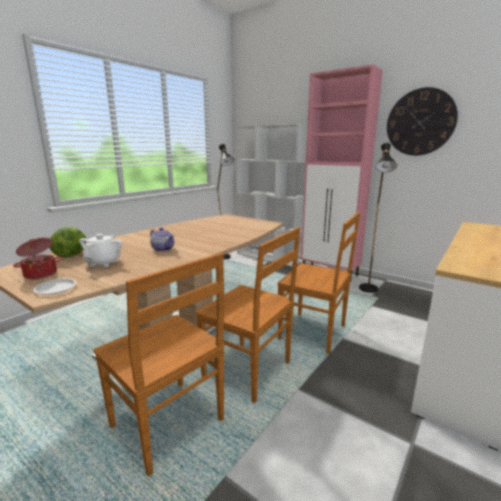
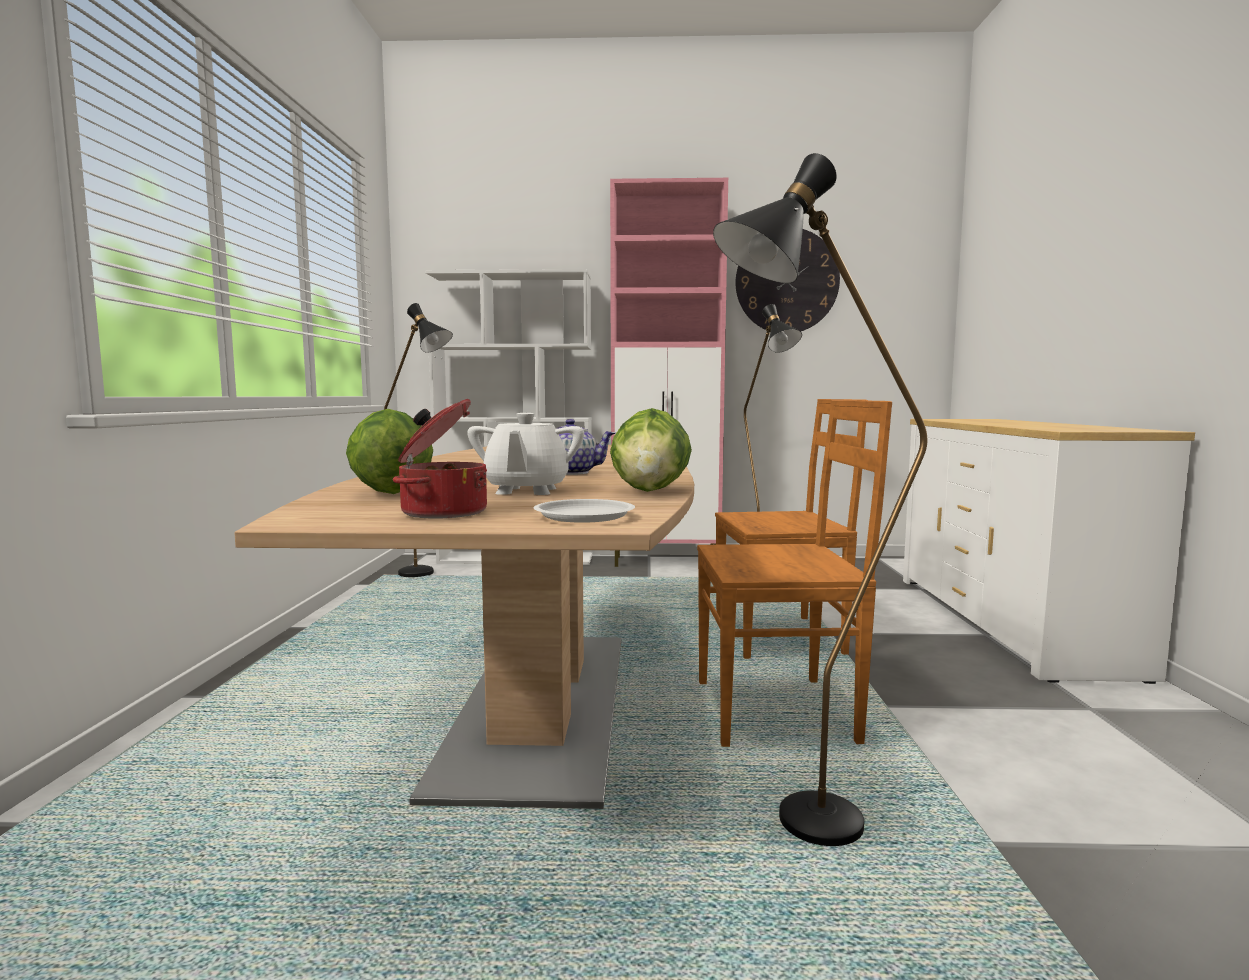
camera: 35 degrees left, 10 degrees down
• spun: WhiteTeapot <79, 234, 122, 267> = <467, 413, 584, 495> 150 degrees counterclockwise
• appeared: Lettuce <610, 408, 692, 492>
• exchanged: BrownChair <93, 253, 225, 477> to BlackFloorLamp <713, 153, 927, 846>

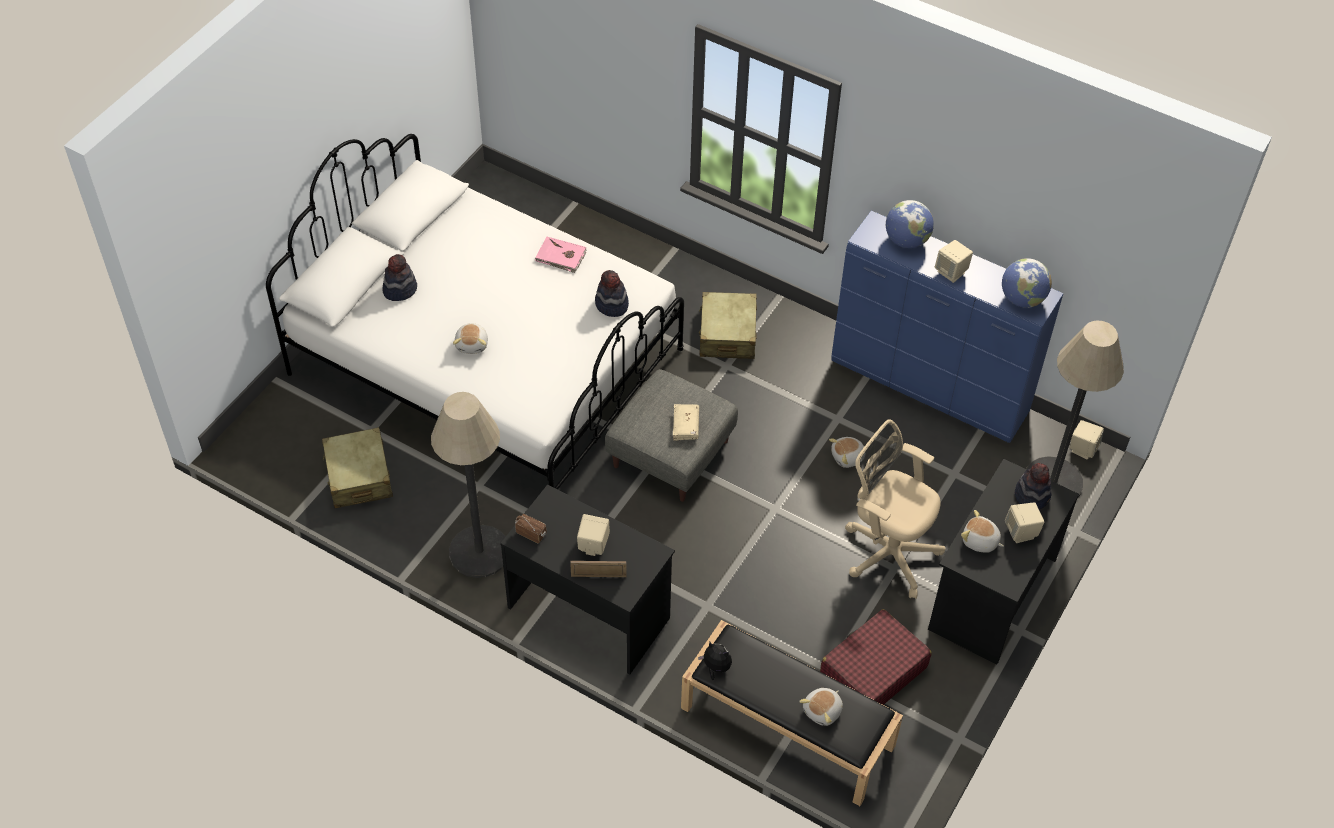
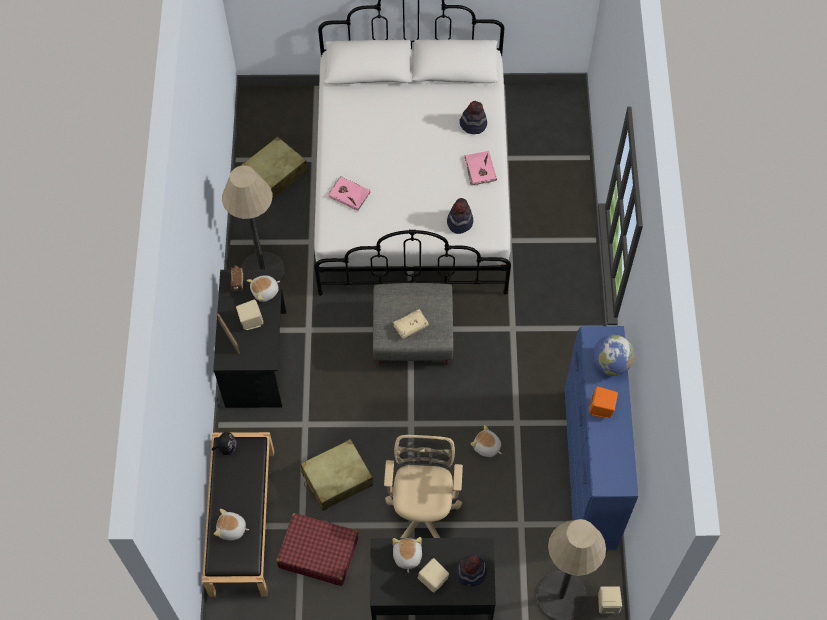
camera: 60 degrees right, 10 degrees up
• relocated: PlushToy <453, 323, 488, 354> to <247, 275, 280, 302>
• relocated: BeigeSuitcase <699, 292, 757, 359> to <300, 439, 373, 511>
• appeared: PinkBook <328, 176, 371, 211>
• relocated: Hat <382, 254, 417, 301> to <459, 101, 487, 134>
• colour: BeigeSpeaker <935, 240, 973, 283> to OrangeSpeaker <589, 386, 618, 418>
• missing: Globe <1002, 258, 1052, 308>

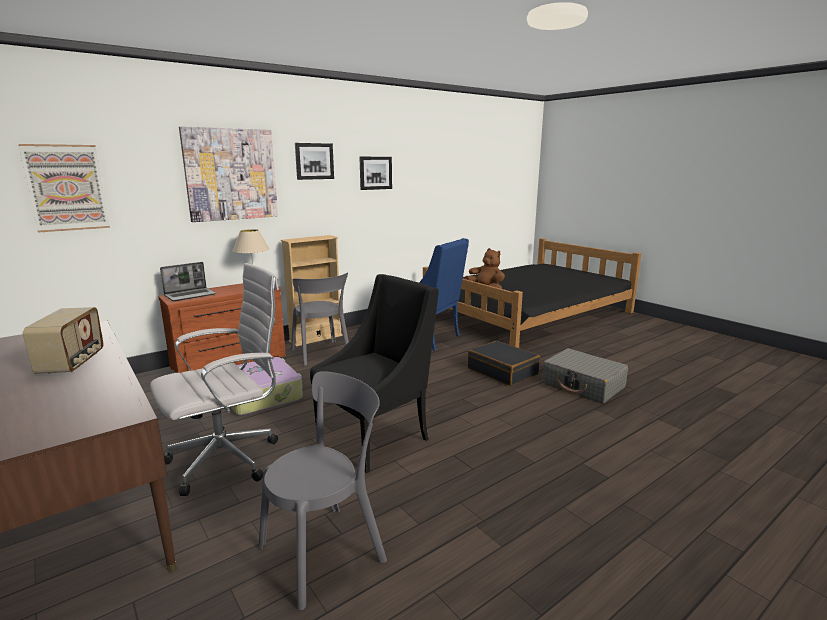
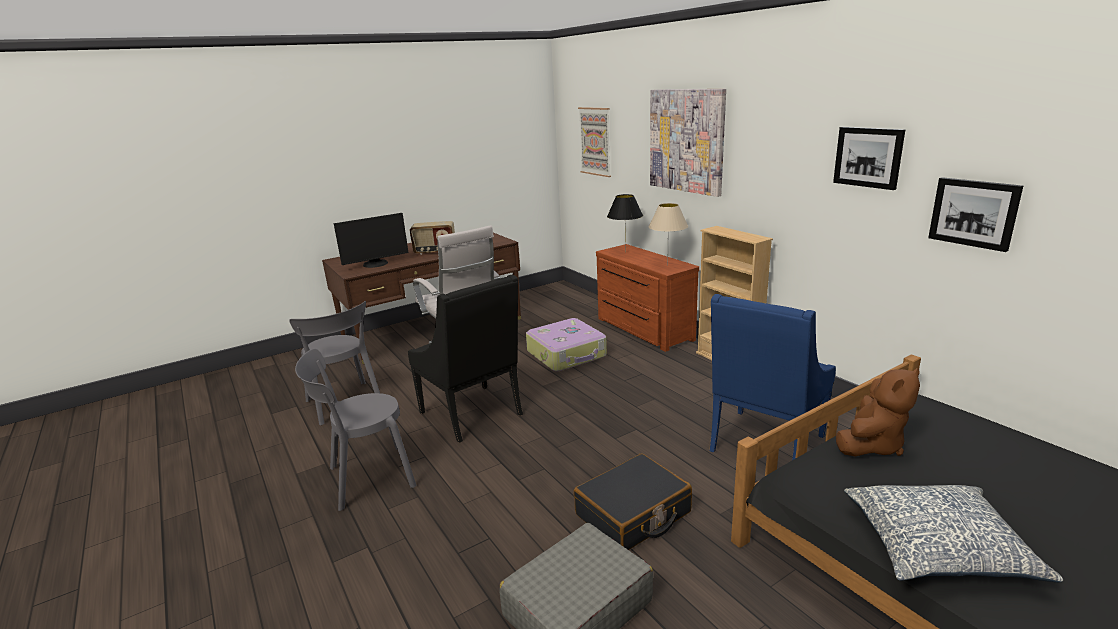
camera: 95 degrees right, 5 degrees up
• relocated: GreyChair <291, 272, 349, 366> to <295, 349, 416, 511>
• appeared: Monitor <334, 213, 409, 268>
• exchanged: Laptop <160, 262, 216, 301> to BlackTableLamp <607, 194, 643, 252>
• appeared: Pillow <844, 485, 1063, 583>
• relocated: Picture <295, 143, 334, 180> to <928, 177, 1023, 252>

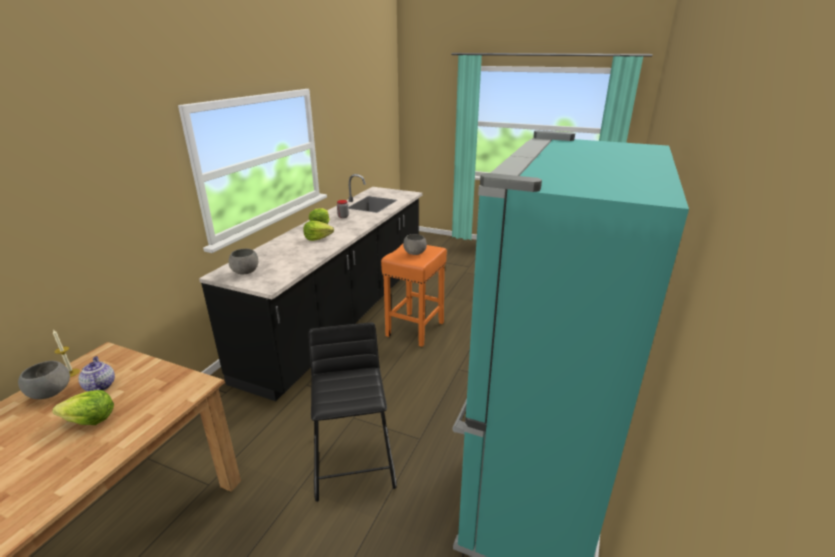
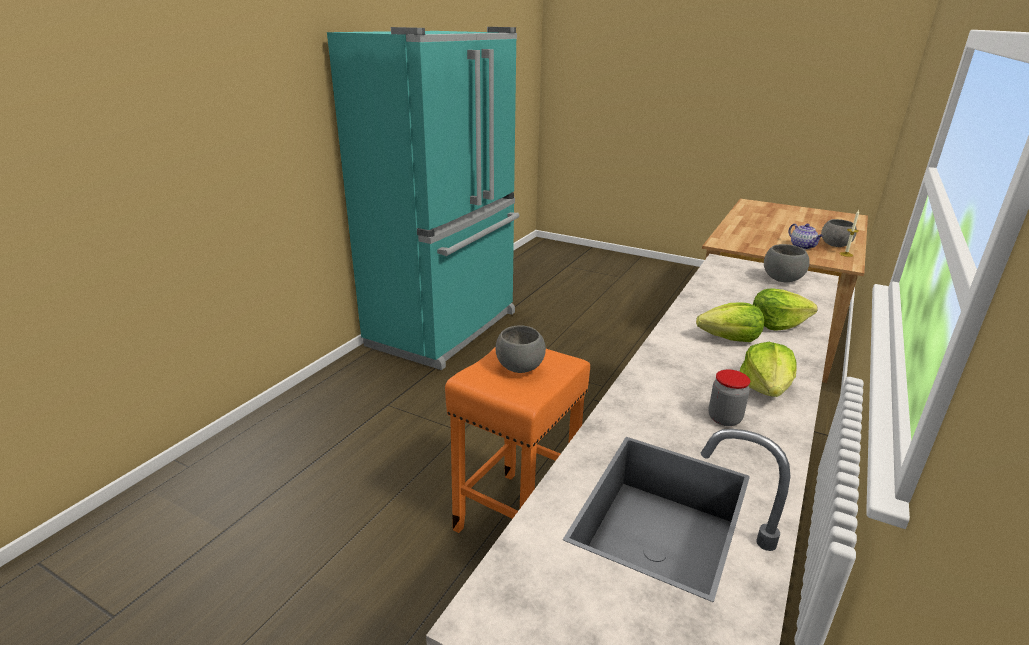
camera: 175 degrees left, 0 degrees up
• relocated: Lettuce <52, 390, 114, 425> to <753, 288, 818, 331>
• missing: BlackStool <309, 322, 397, 502>

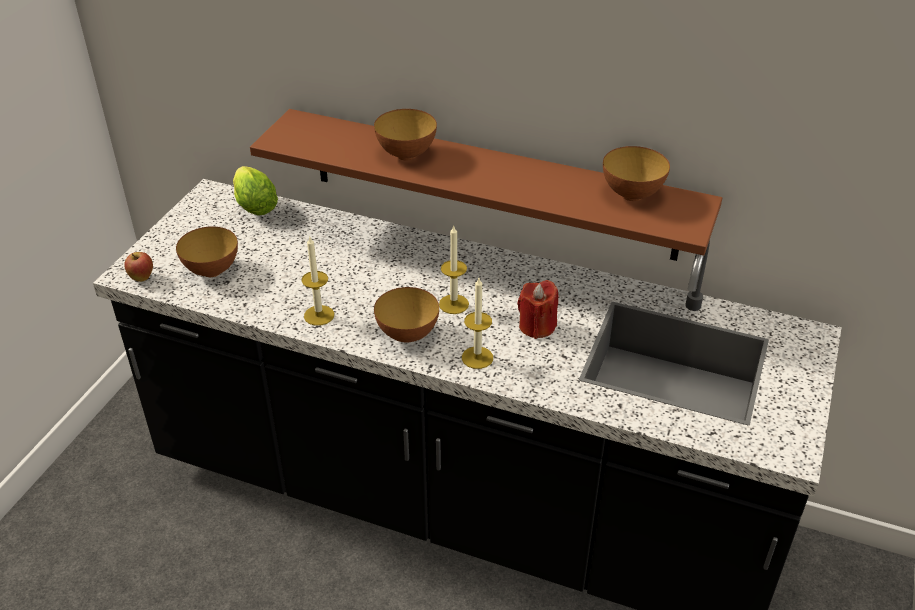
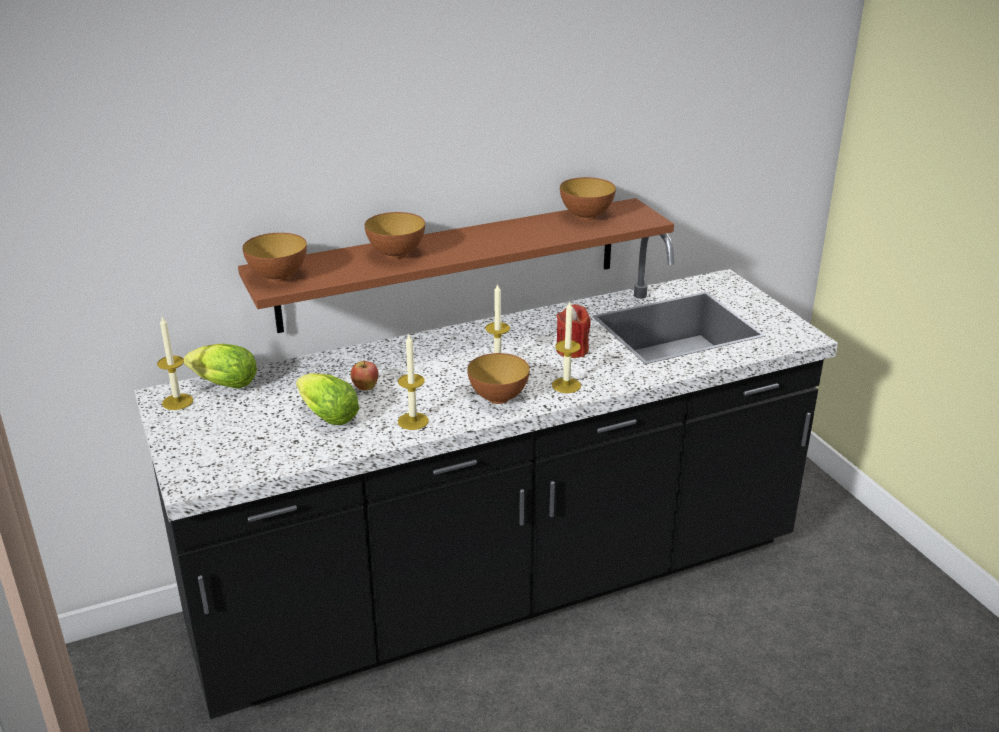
camera: 45 degrees left, 10 degrees down
• appeared: Candle <157, 316, 193, 410>
• relocated: Bowl <176, 226, 238, 277> to <243, 233, 307, 282>
• appeared: Lettuce <296, 373, 359, 425>
• relocated: Apple <124, 252, 153, 282> to <351, 361, 379, 391>

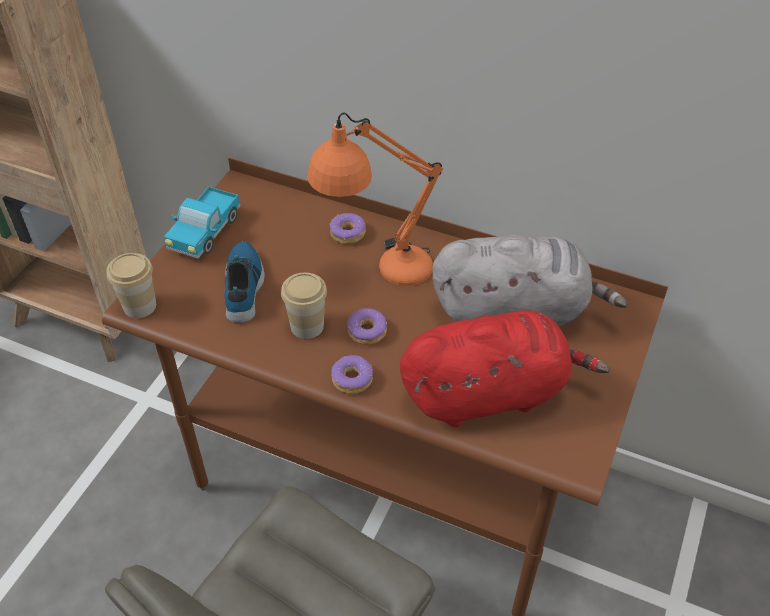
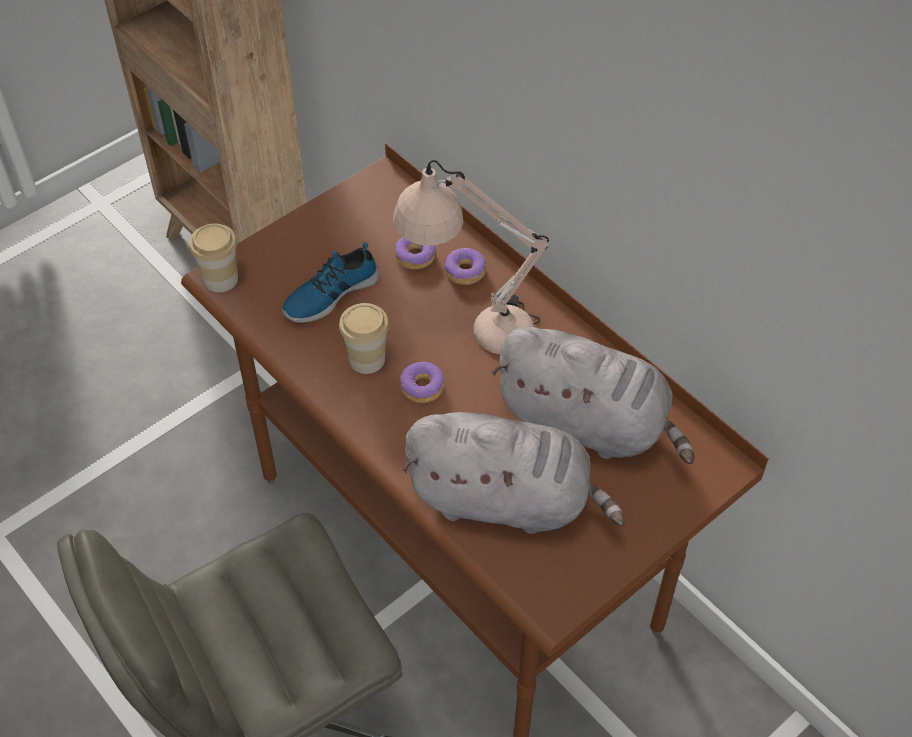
camera: 25 degrees right, 5 degrees up
• spun: Shoe <224, 241, 265, 323> = <282, 242, 379, 323> 150 degrees counterclockwise
• colour: OrangeTableLamp <307, 113, 443, 286> to BeigeTableLamp <393, 160, 549, 354>
• relocated: Donut <331, 355, 373, 394> to <395, 237, 436, 269>
• colour: RedPlushToy <400, 310, 610, 427> to GreyPlushToy <402, 412, 626, 534>
• missing: ToyTruck <164, 186, 241, 259>

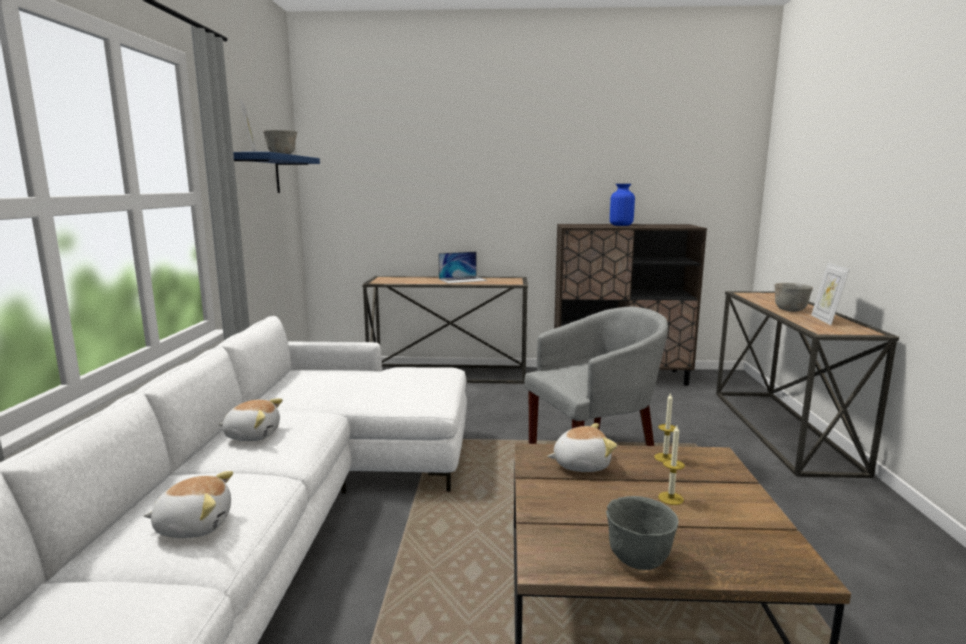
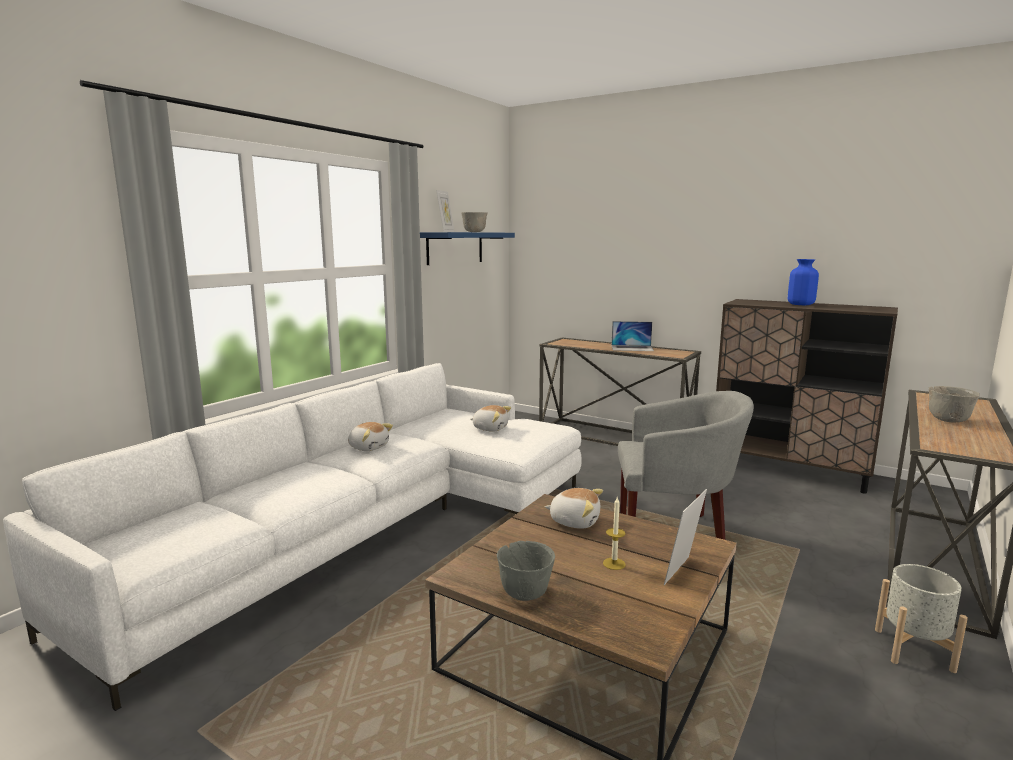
camera: 30 degrees right, 0 degrees up
• relocated: PlushToy <144, 471, 233, 538> to <470, 405, 511, 432>
• relocated: PictureFrame <811, 263, 850, 325> to <664, 489, 707, 585>
• appeared: GreyPlanter <875, 564, 968, 673>
• missing: Candle <654, 392, 676, 462>

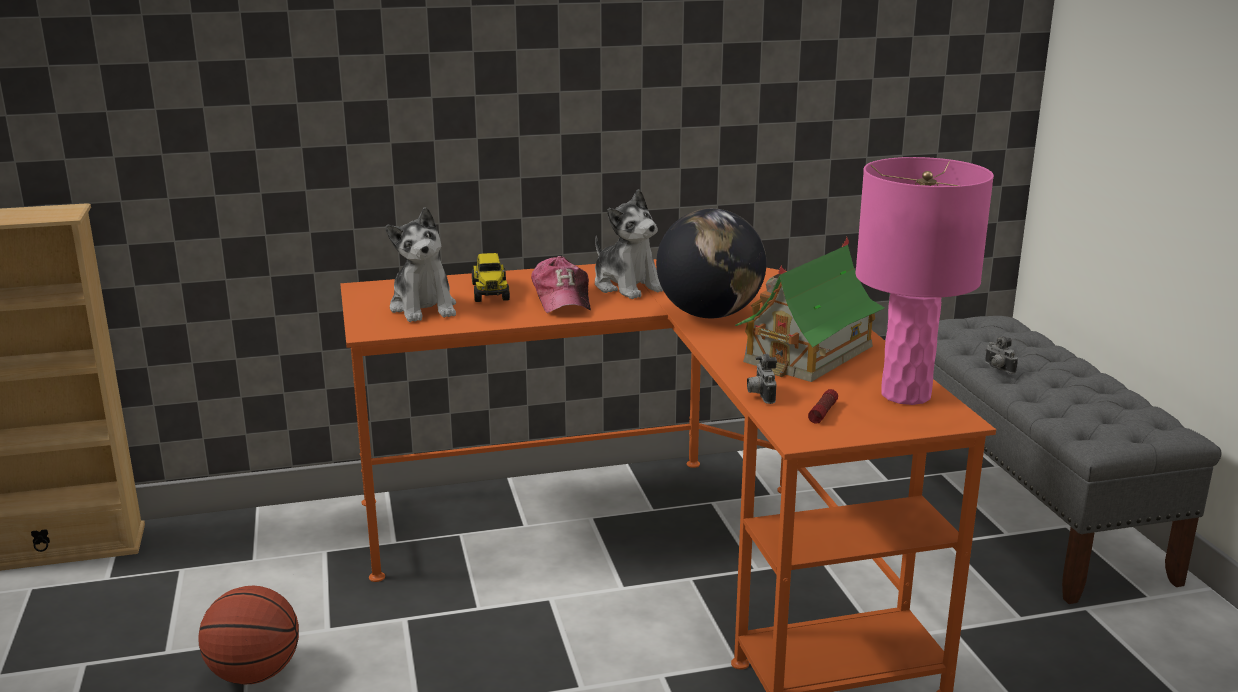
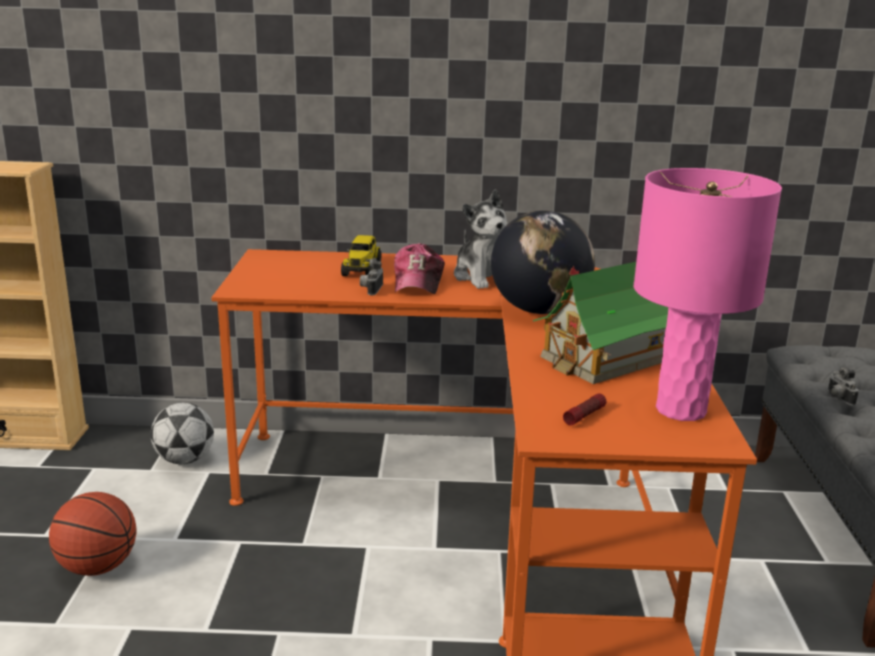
camera: 15 degrees right, 0 degrees up
• appeared: Football <150, 403, 214, 464>
• relocated: PhotoCamera <747, 354, 777, 404> to <360, 258, 383, 296>
• missing: PlushToy <386, 207, 456, 322>

